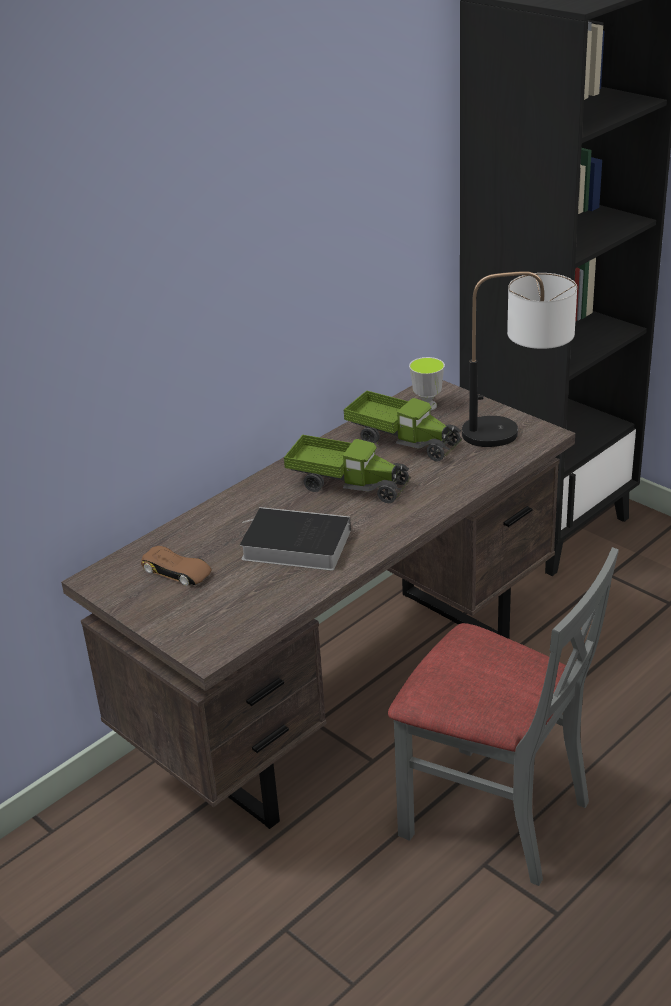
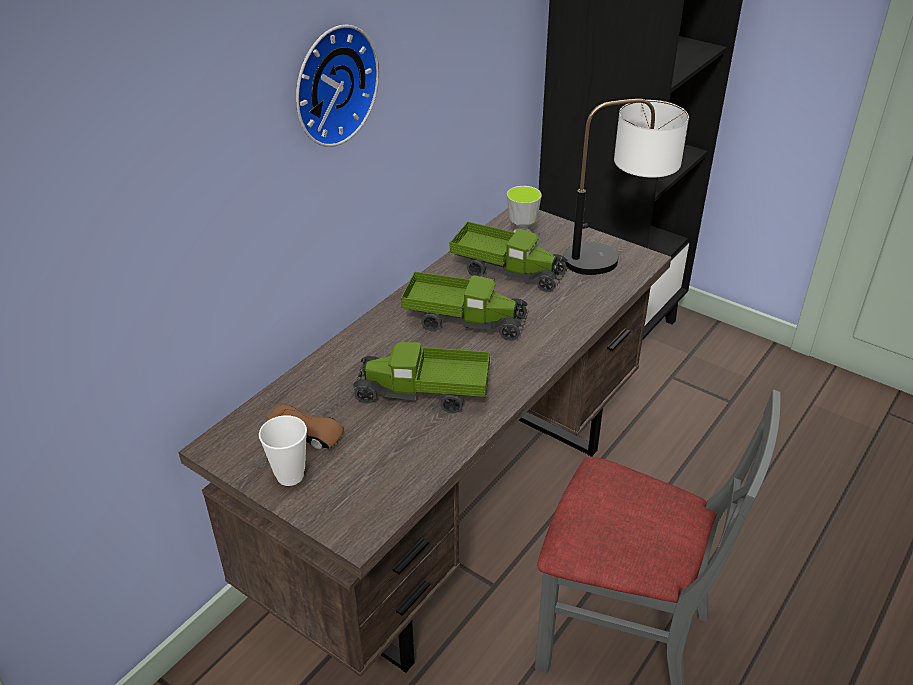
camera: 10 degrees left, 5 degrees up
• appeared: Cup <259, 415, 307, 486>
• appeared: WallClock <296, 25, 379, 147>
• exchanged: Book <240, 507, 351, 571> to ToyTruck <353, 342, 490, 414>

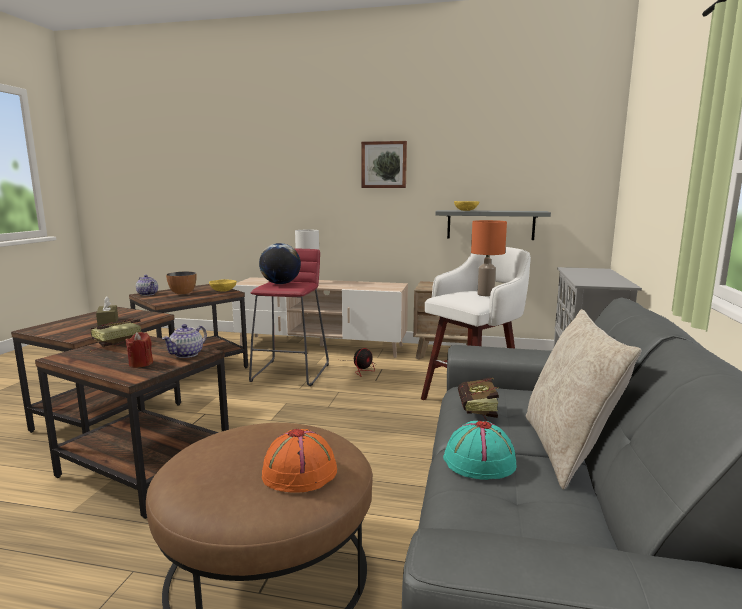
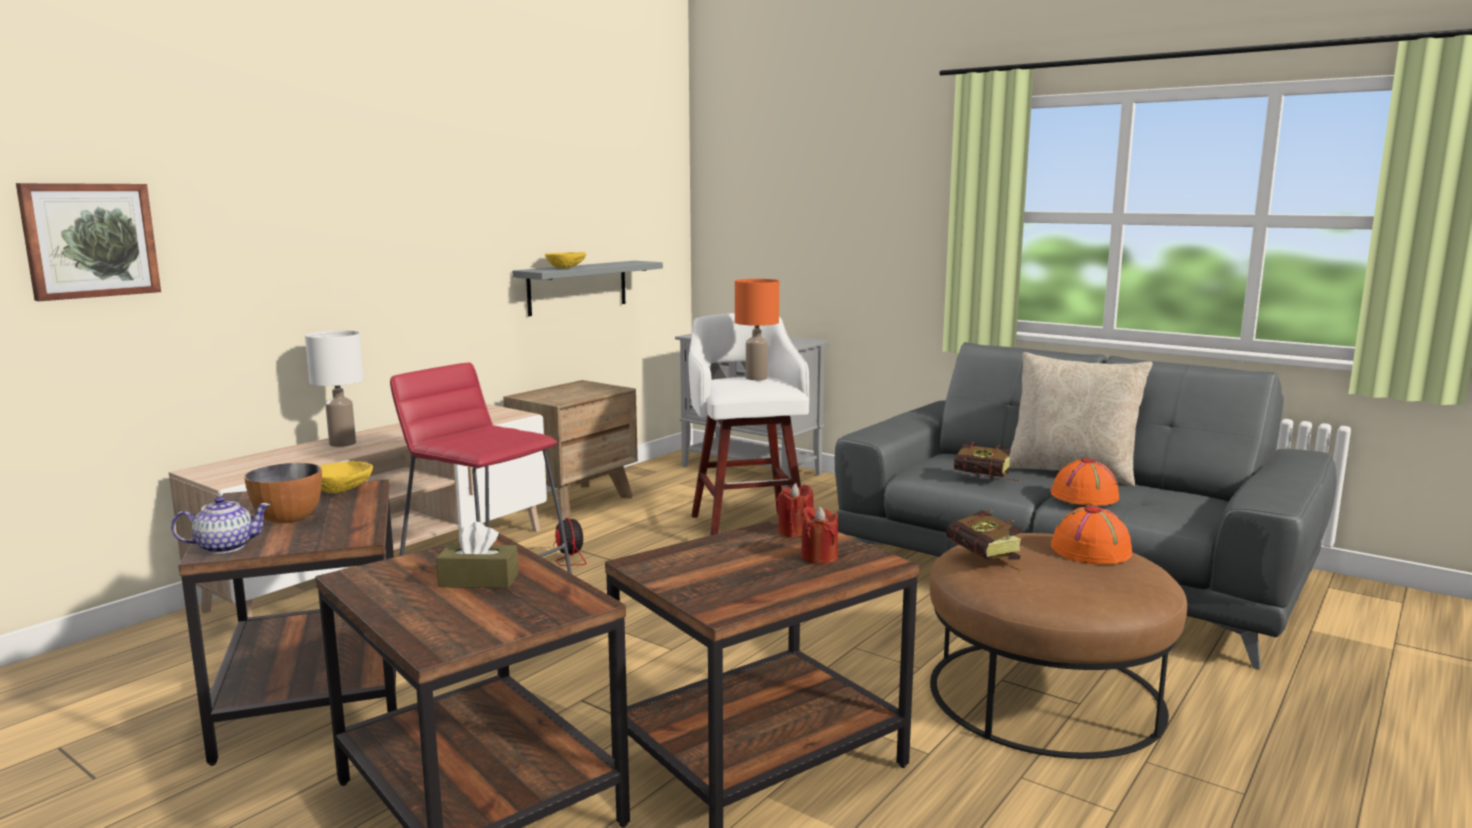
camera: 65 degrees left, 0 degrees up
• relocated: Picture <361, 141, 407, 188> to <16, 183, 161, 301>
• exchanged: Teapot <162, 324, 207, 358> to RedCandle <776, 483, 814, 538>
• relocated: Book <89, 318, 141, 352> to <946, 510, 1023, 572>
• colour: TurquoiseHat <443, 421, 517, 480> to OrangeHat <1051, 458, 1119, 506>
• missing: Globe <259, 243, 301, 284>

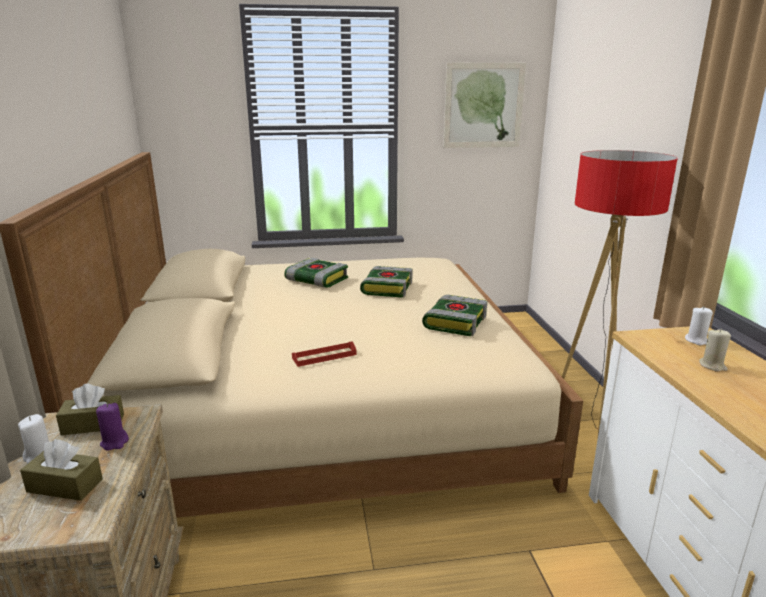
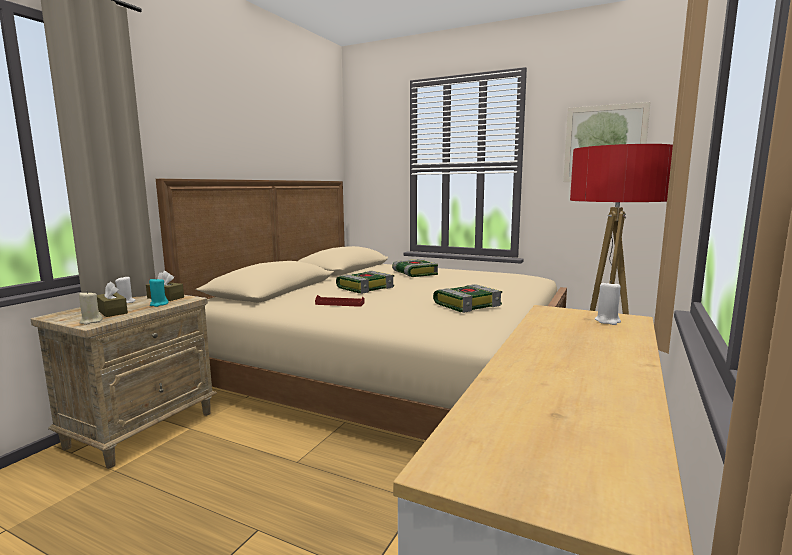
camera: 35 degrees right, 10 degrees down
• relocated: BeigeCandle <699, 329, 731, 372> to <79, 291, 103, 325>
• colour: PurpleCandle <96, 403, 129, 451> to TurquoiseCandle <149, 278, 169, 307>
• relocated: Book <360, 266, 413, 298> to <336, 271, 394, 294>

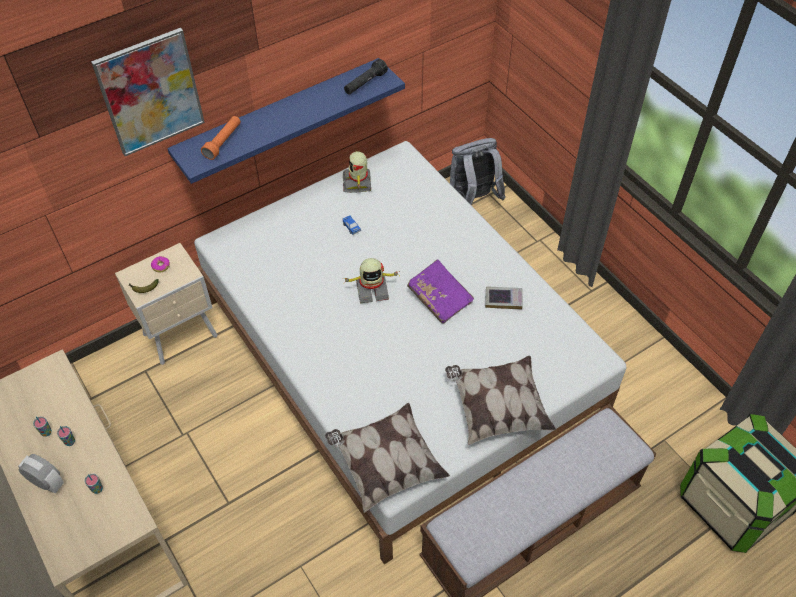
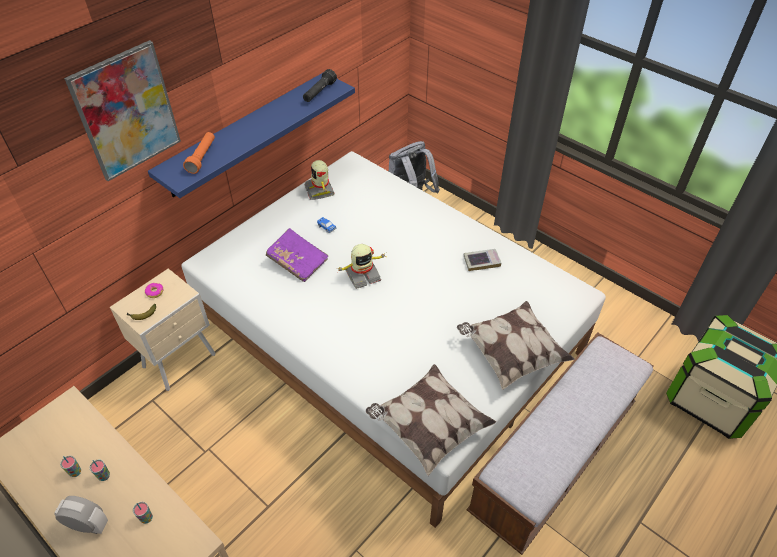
camera: 15 degrees left, 5 degrees down
• relocated: PurpleBook <407, 260, 474, 324> to <266, 228, 328, 282>

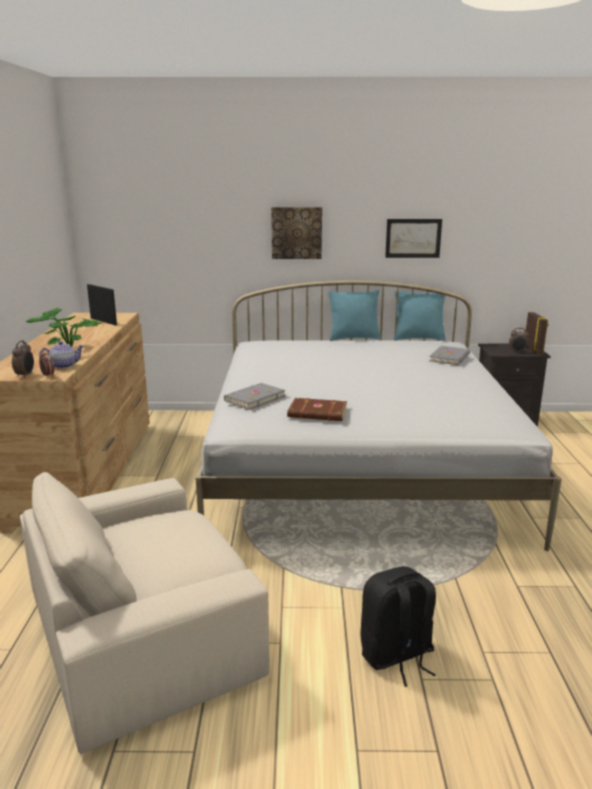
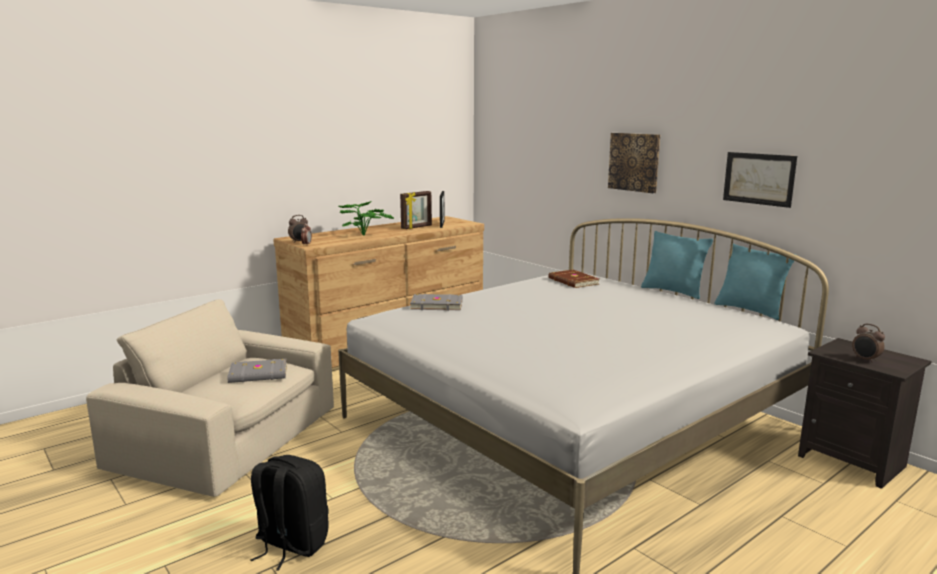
camera: 50 degrees right, 5 degrees down
• relocated: GreyBook <430, 346, 470, 365> to <227, 359, 287, 383>
• relocated: PictureFrame <526, 312, 549, 354> to <400, 191, 432, 229>
• relocated: BrownBook <287, 398, 347, 421> to <548, 270, 599, 288>
• missing: Teapot <39, 341, 84, 369>

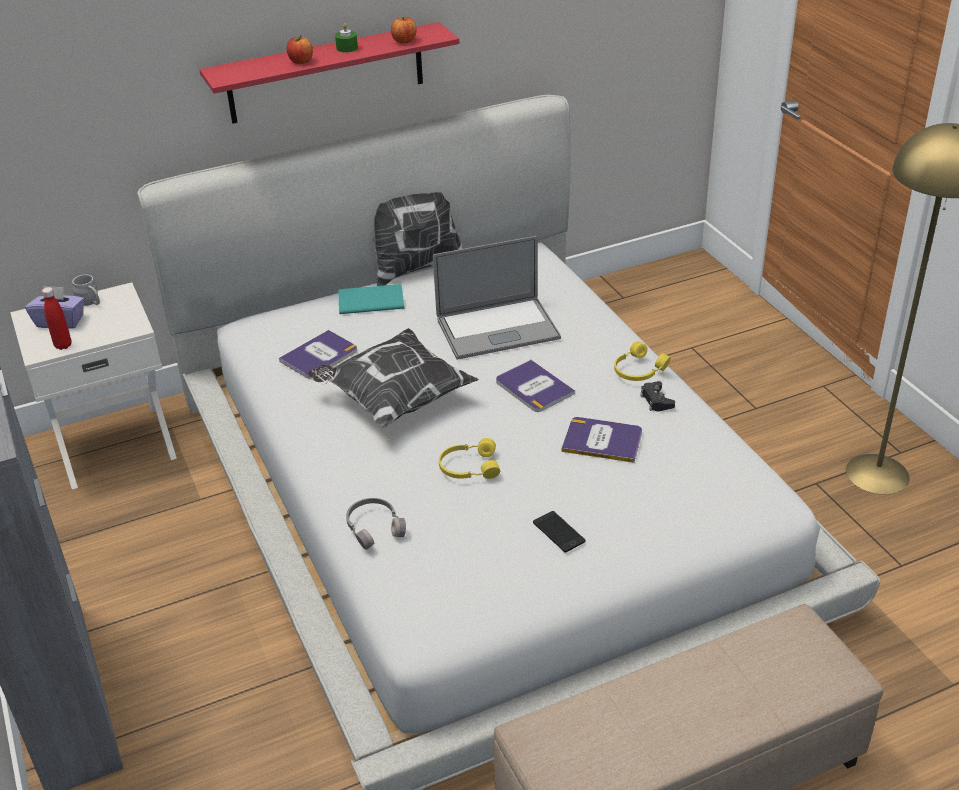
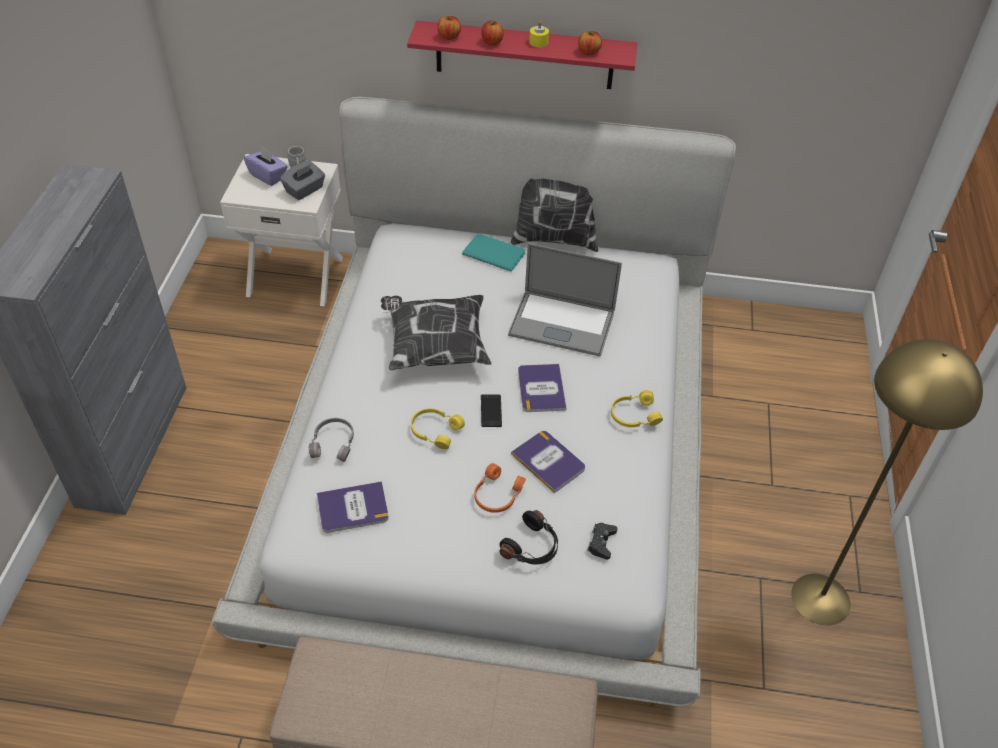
camera: 30 degrees right, 10 degrees up
• appeared: GreyTissueBox <280, 161, 325, 200>
• relocated: Book <279, 330, 357, 378> to <317, 481, 389, 533>
• appeared: Apple <437, 16, 461, 40>
• appeared: OrangeHeadphones <474, 463, 526, 513>
• relocated: Phone <533, 511, 585, 553> to <481, 394, 502, 427>
• appeared: BlackHeadphones <499, 510, 558, 565>
• colour: GreenCandle <335, 23, 358, 53> to YellowCandle <529, 21, 549, 47>
• relocated: BlackGameController <640, 381, 675, 411> to <587, 523, 617, 560>
• missing: RedBottle <42, 287, 71, 350>

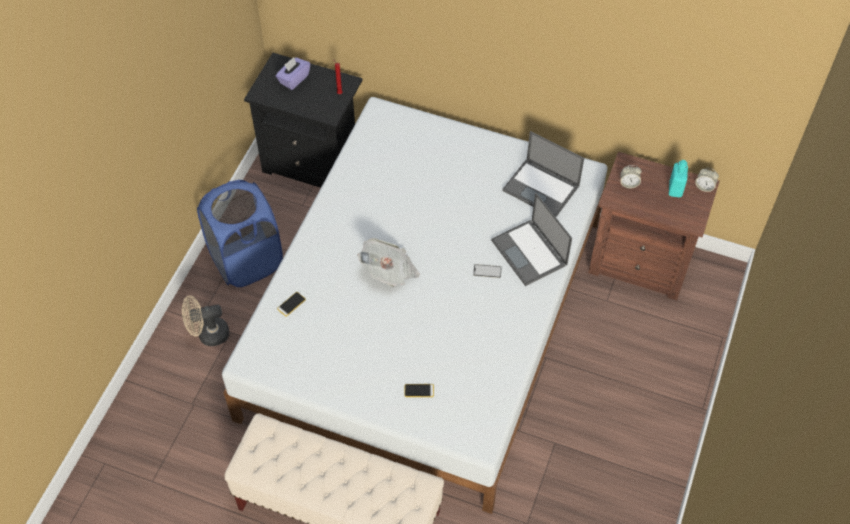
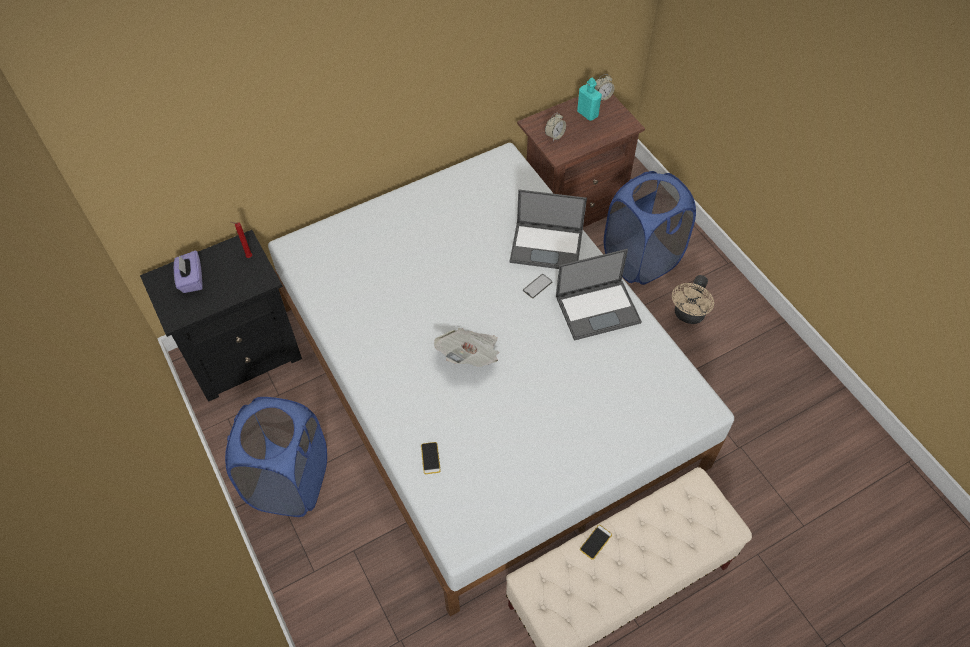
camera: 50 degrees left, 0 degrees up
• relocated: Laptop <502, 131, 584, 217> to <556, 249, 642, 341>
• relocated: Phone <404, 384, 434, 397> to <580, 525, 612, 560>
• appeared: BlueLaundryBasket <604, 171, 696, 285>
• relocated: BeigeFan <182, 295, 229, 346> to <672, 275, 714, 324>

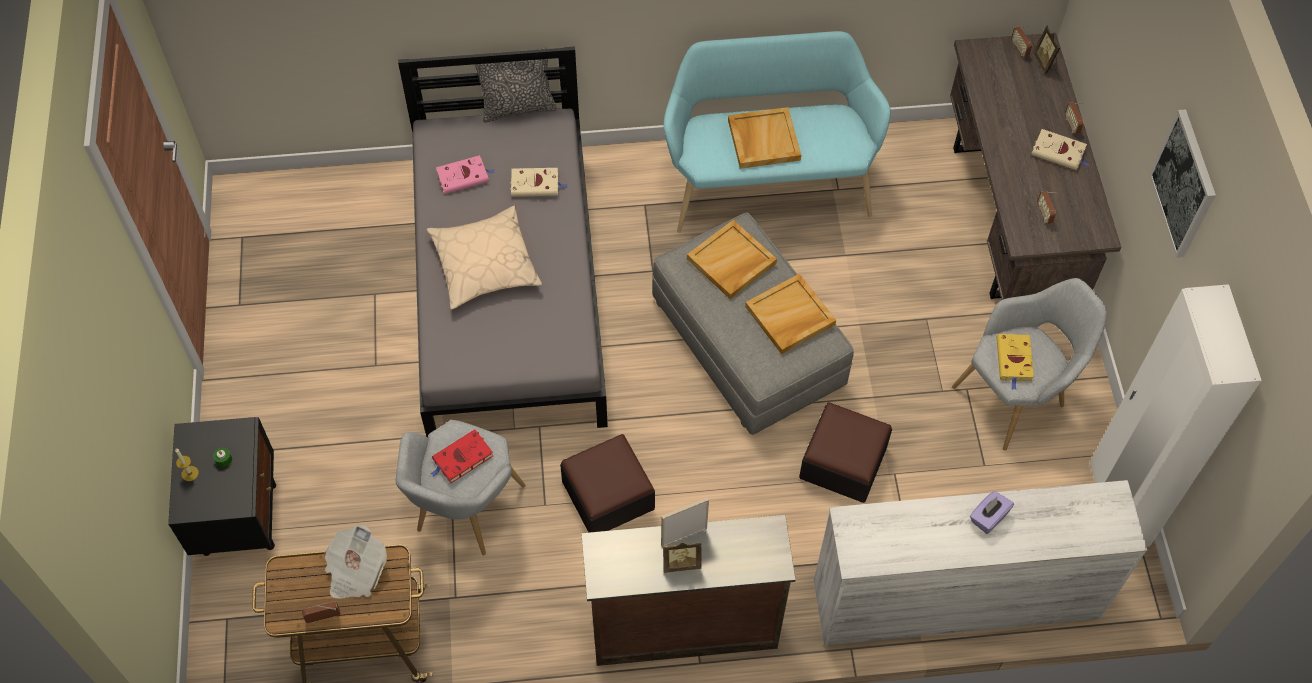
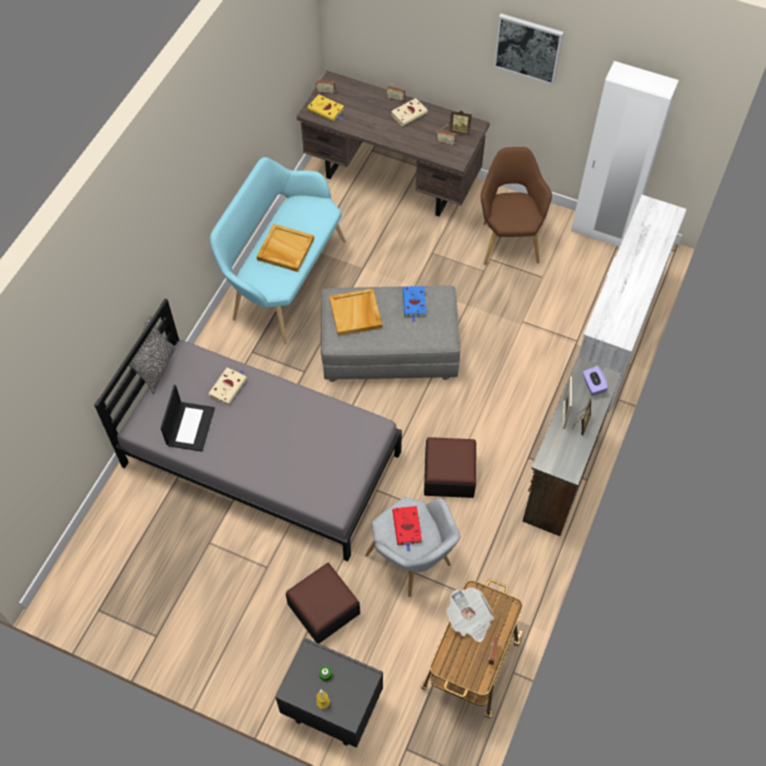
camera: 60 degrees left, 0 degrees up
• exchanged: PinkBook <436, 155, 494, 194> to Laptop <160, 385, 215, 452>
• relocated: Ottoman <799, 402, 892, 503> to <286, 563, 360, 644>
• relocated: YellowBook <996, 333, 1034, 390> to <308, 94, 344, 122>
• exchanged: BeigeTray <745, 274, 836, 354> to BlueBook <403, 286, 426, 322>
• relocated: PictureFrame <1033, 26, 1060, 74> to <449, 110, 472, 136>
• colour: GreyArmchair <952, 278, 1107, 451> to BrownArmchair <481, 147, 552, 265>
• relocated: PurpleTissueBox <970, 491, 1014, 534> to <583, 366, 608, 396>
• missing: BeigePillow <427, 205, 542, 310>

